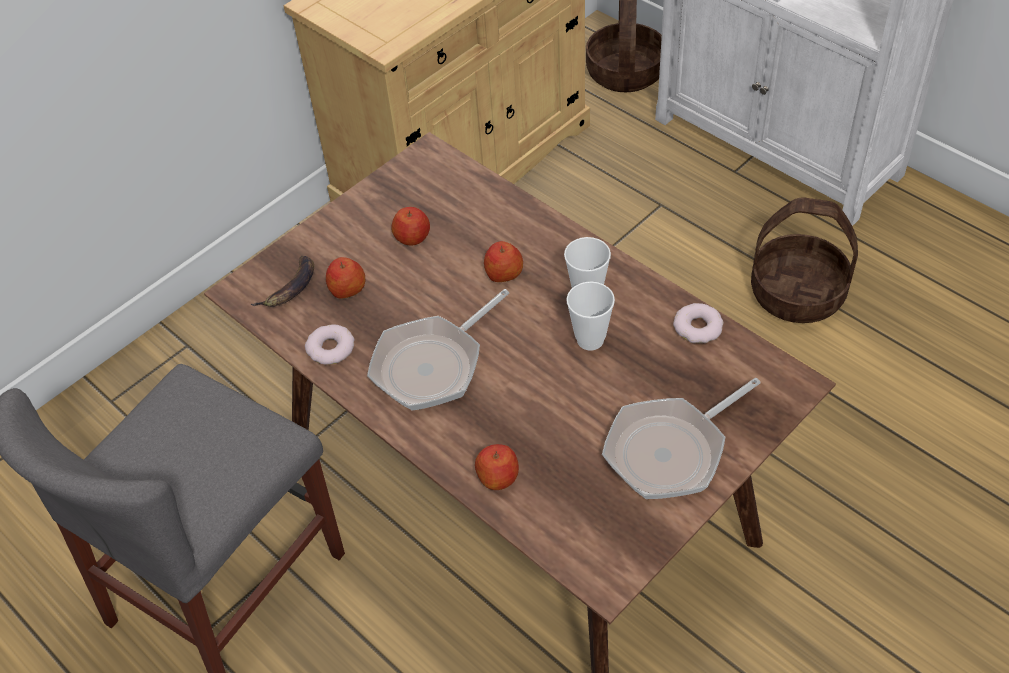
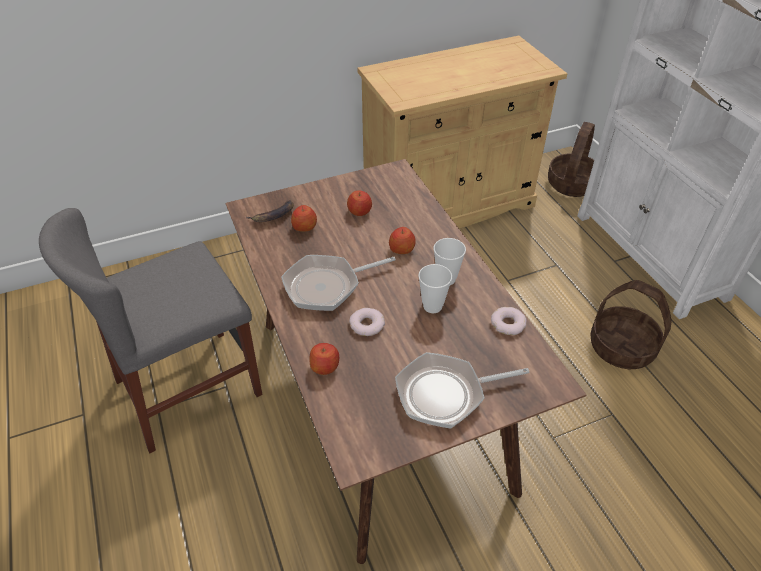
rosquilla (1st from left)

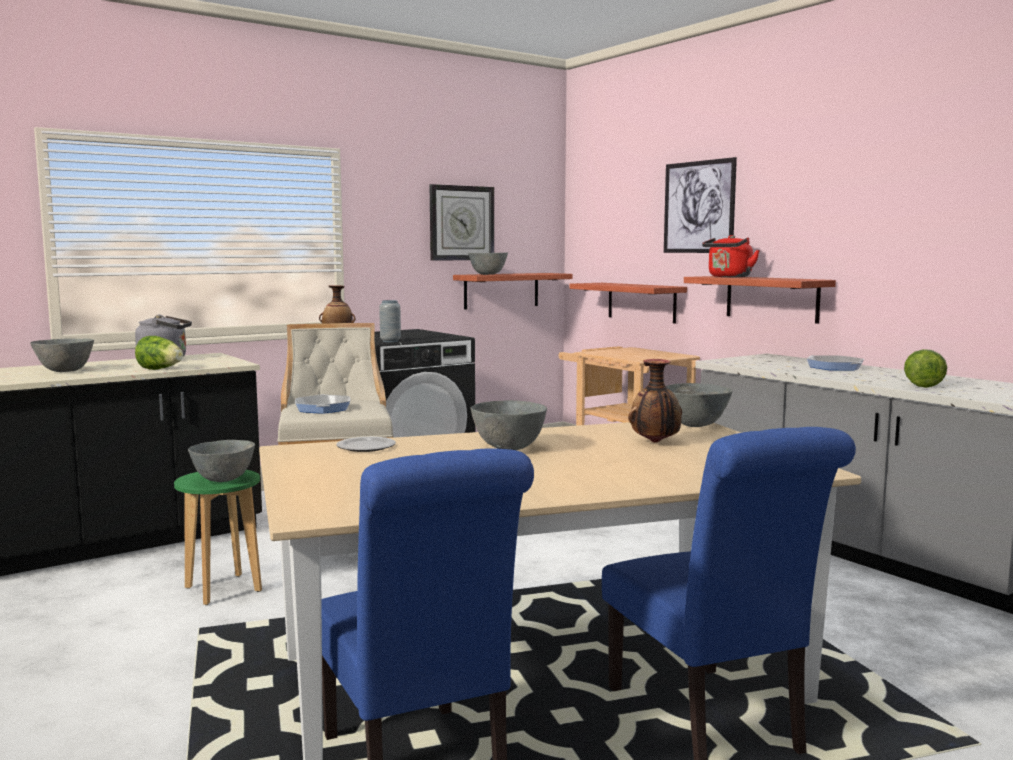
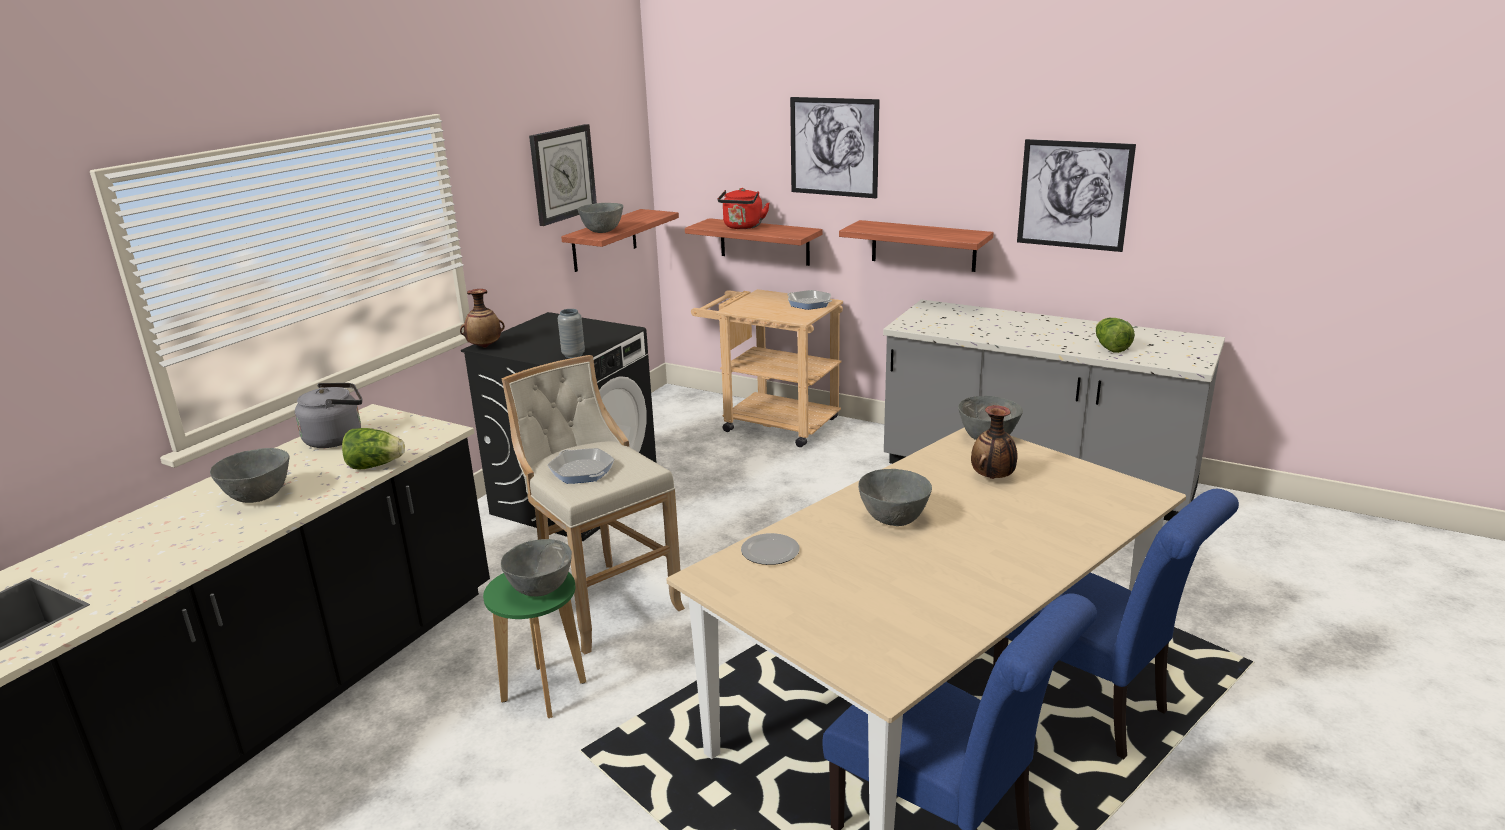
hervidor (rojo)
sartén (2nd from left)
cuadro (2nd from left)

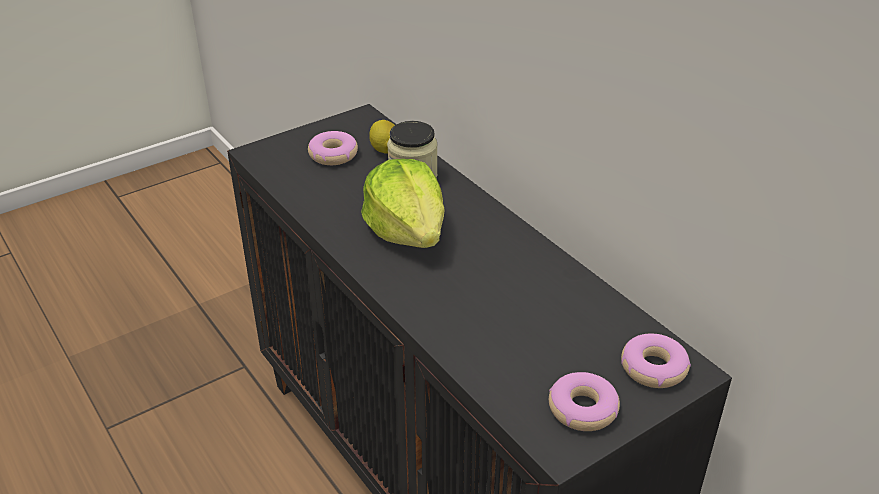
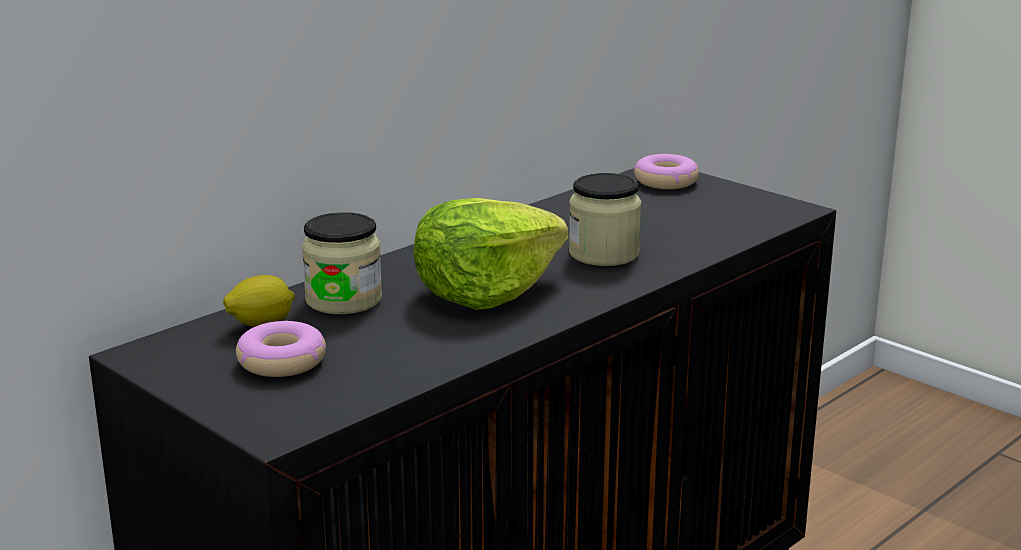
rosquilla (2nd from left in the first image)
tarro (2nd from left)

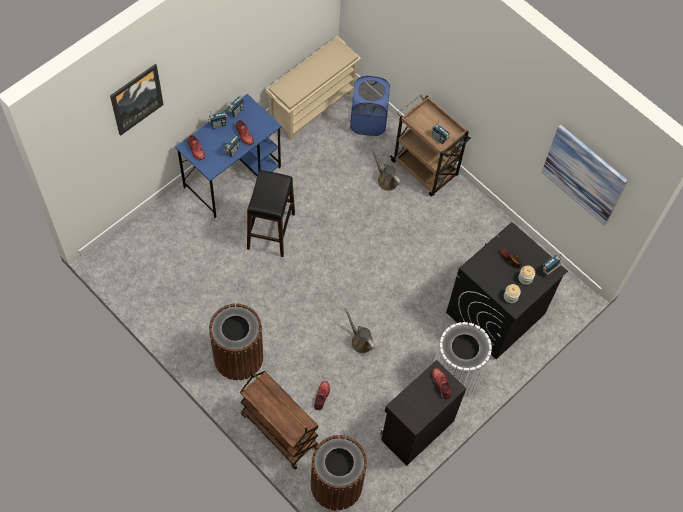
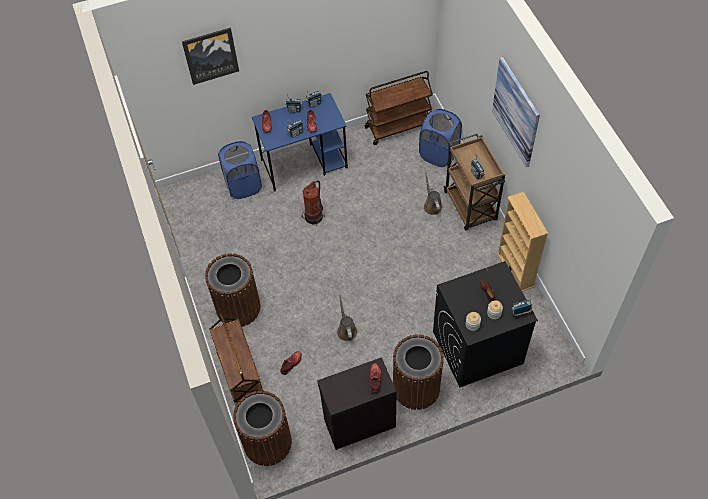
extintor
carrito (marrón) (2nd from left)
papelera (marrón) (3rd from left)
cuadro (2nd from left)
cesto de la ropa (azul) (1st from left)
estantería (beis)

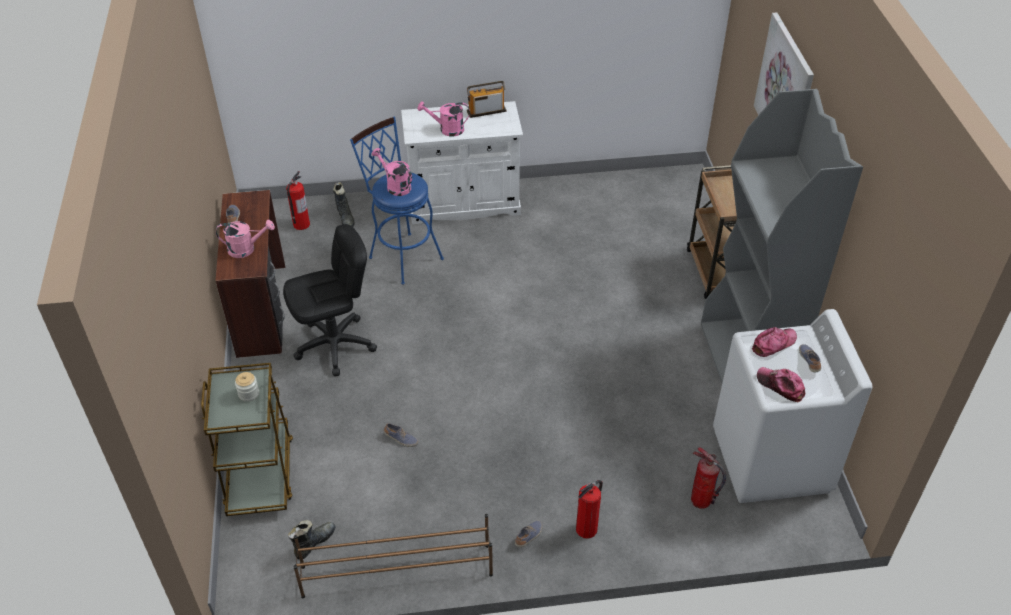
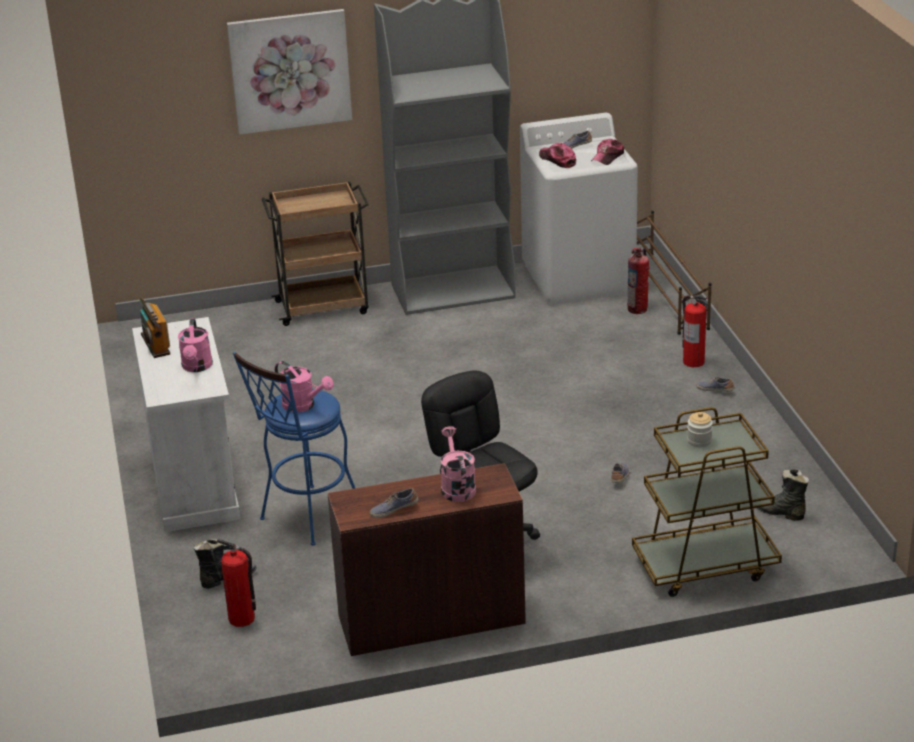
zapatero (marrón)
regadera (rosa) (2nd from left)

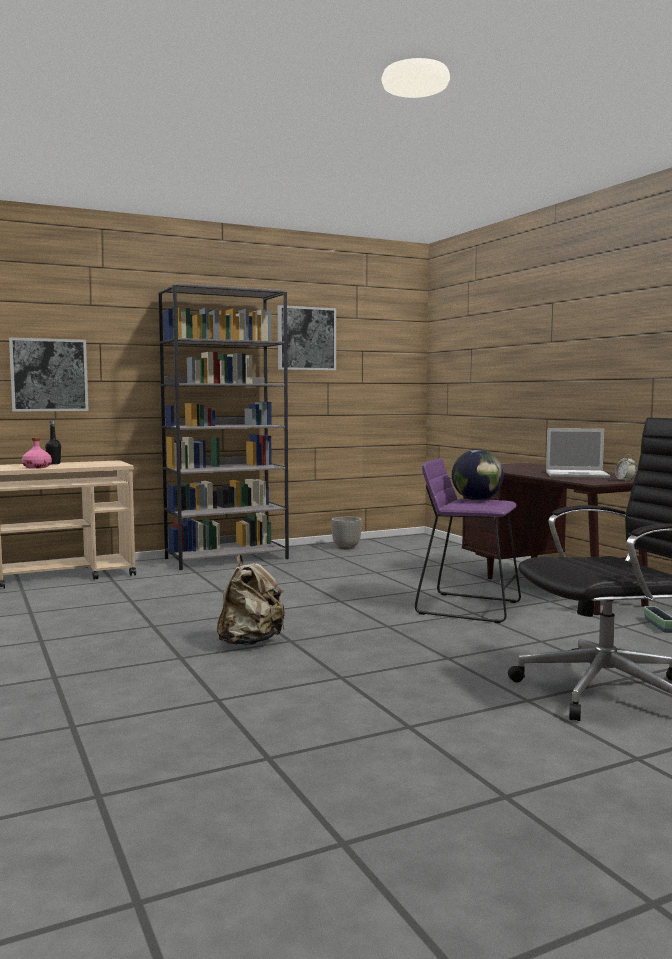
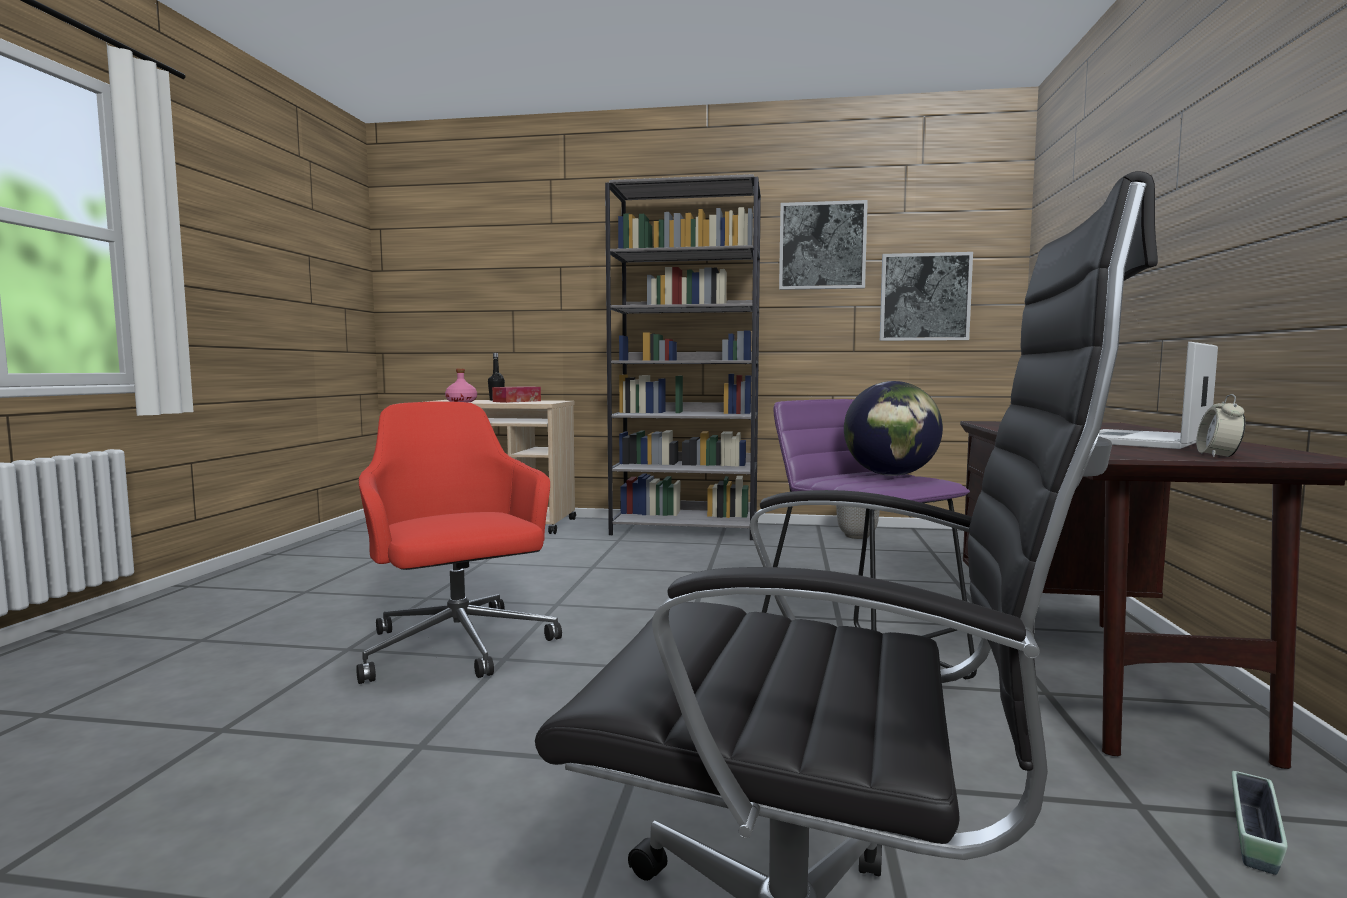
cuadro (2nd from left)
silla de oficina (rojo)
portátil
caja de pañuelos

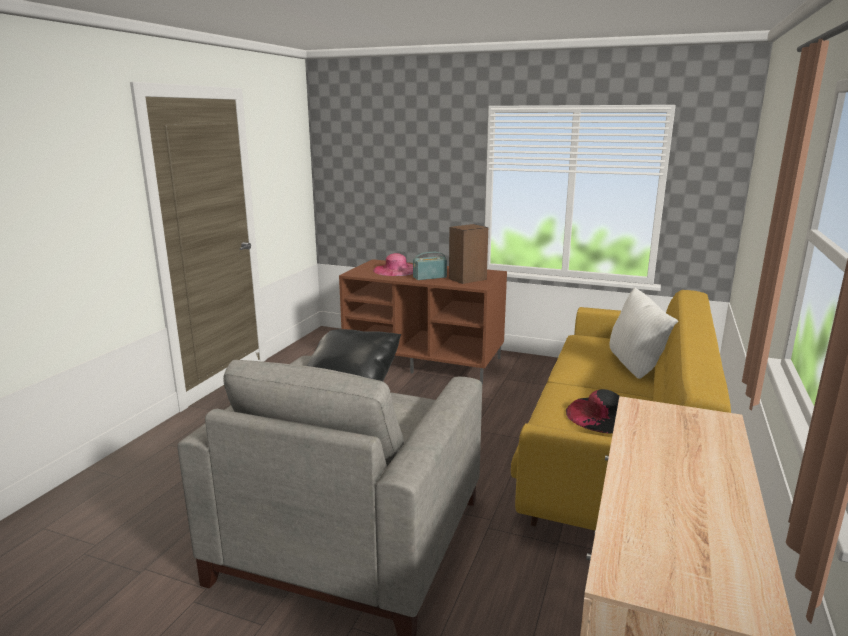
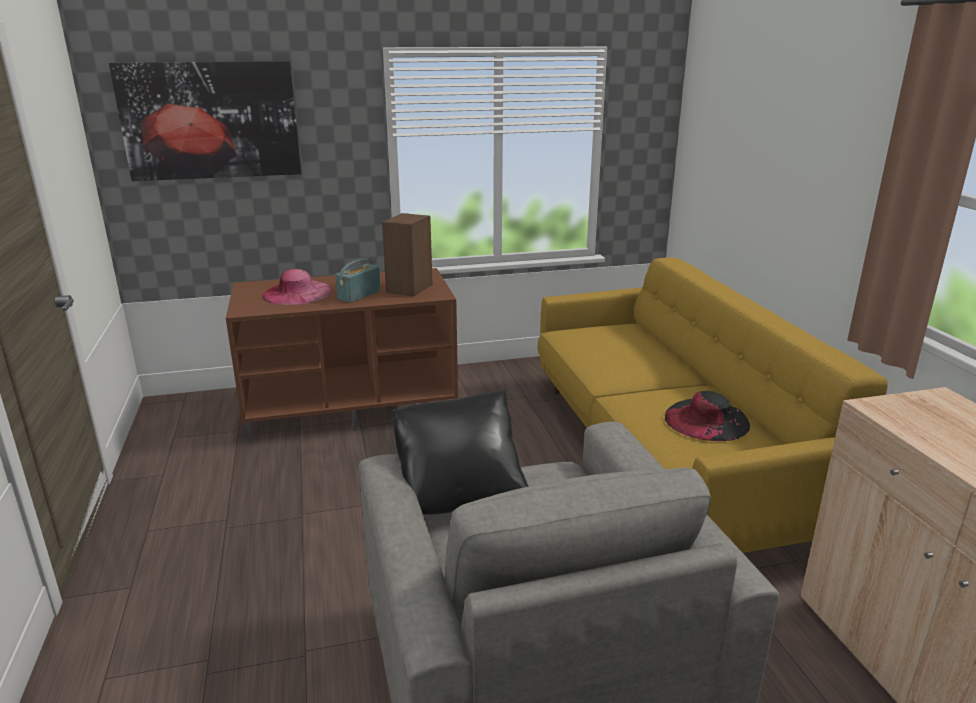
cojín (blanco)
cuadro

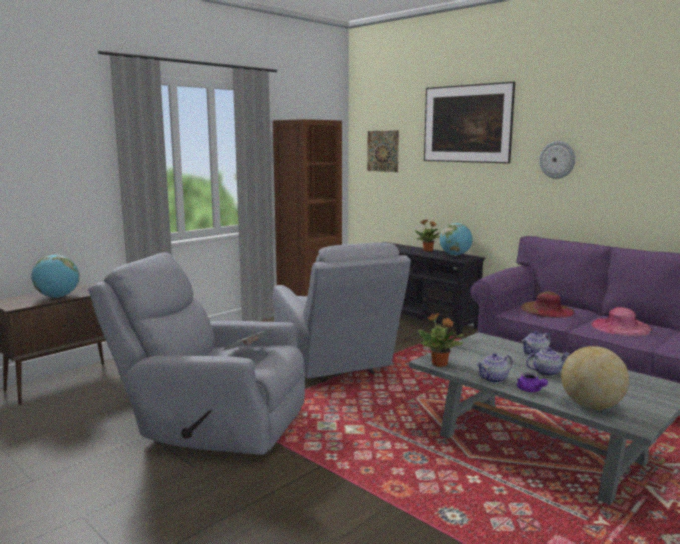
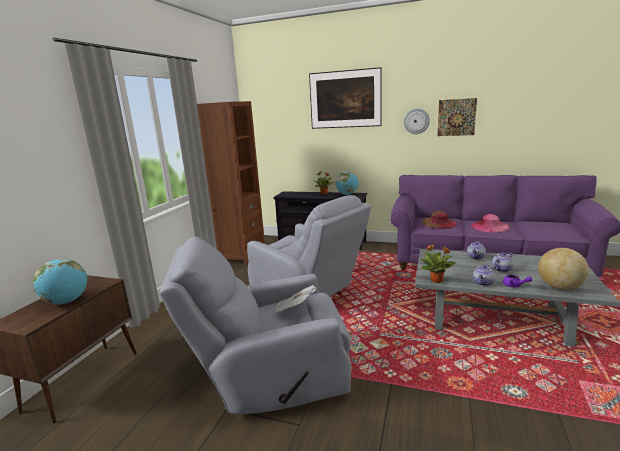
cuadro (2nd from left)

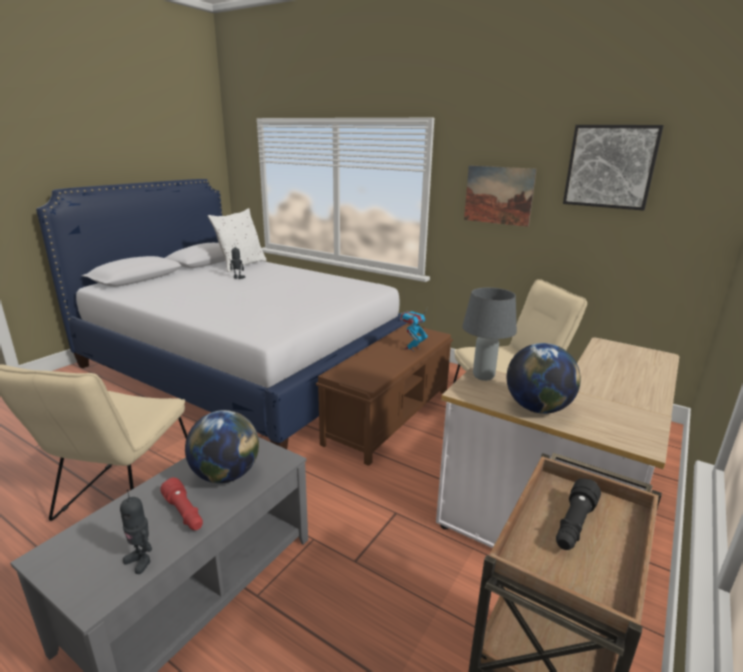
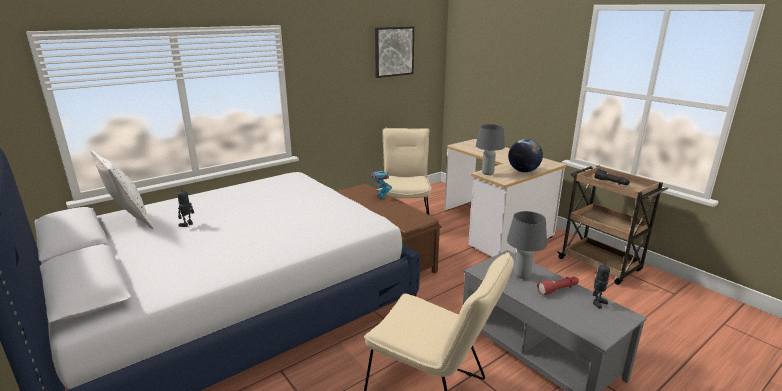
lámpara de mesa (gris) (2nd from left)
cuadro (1st from left in the first image)

